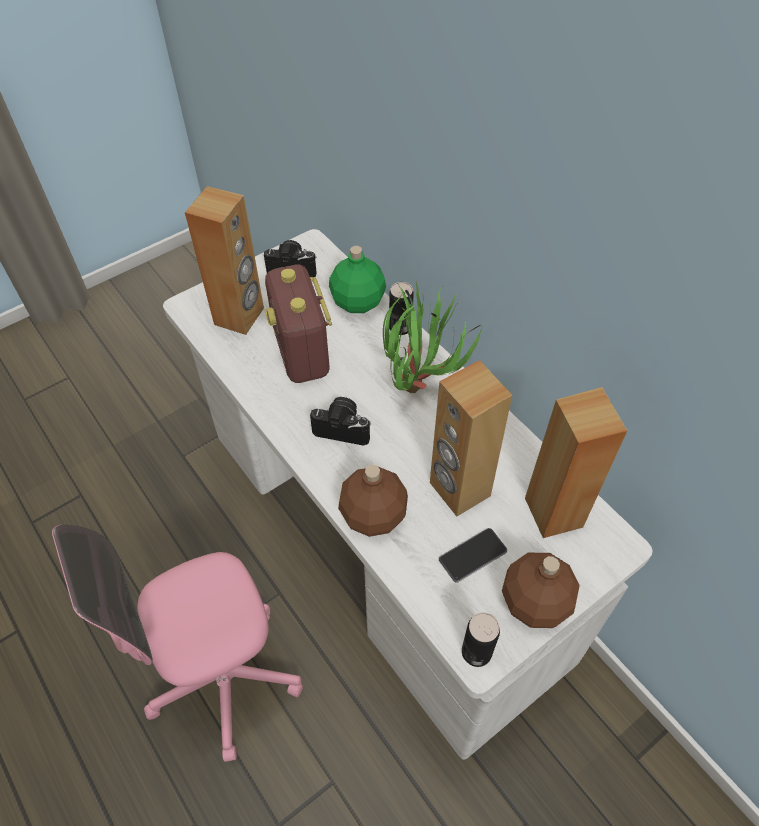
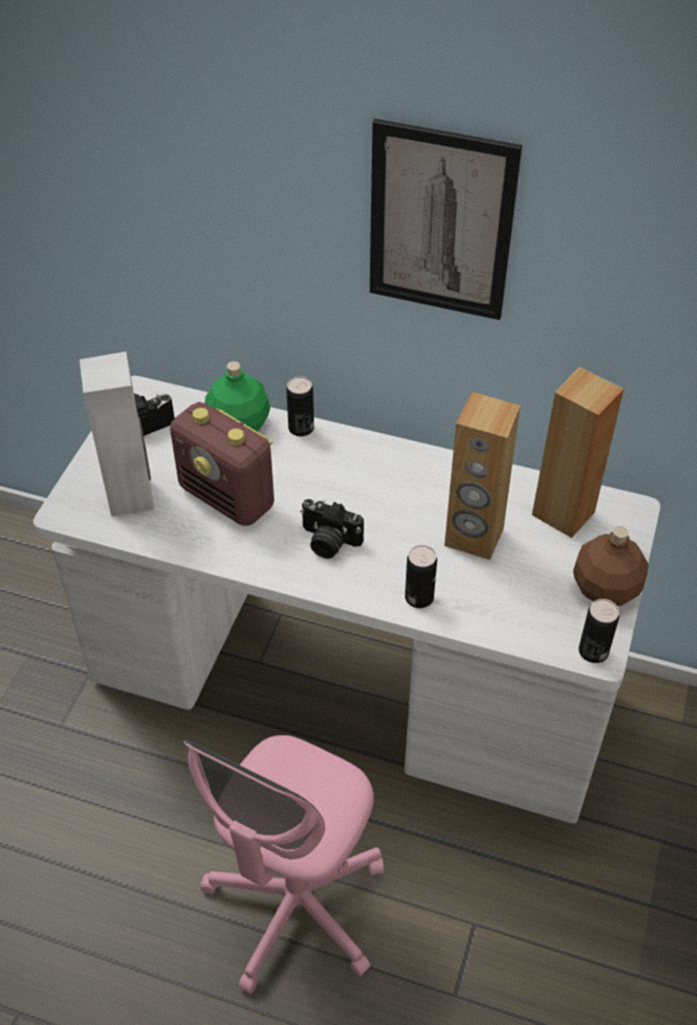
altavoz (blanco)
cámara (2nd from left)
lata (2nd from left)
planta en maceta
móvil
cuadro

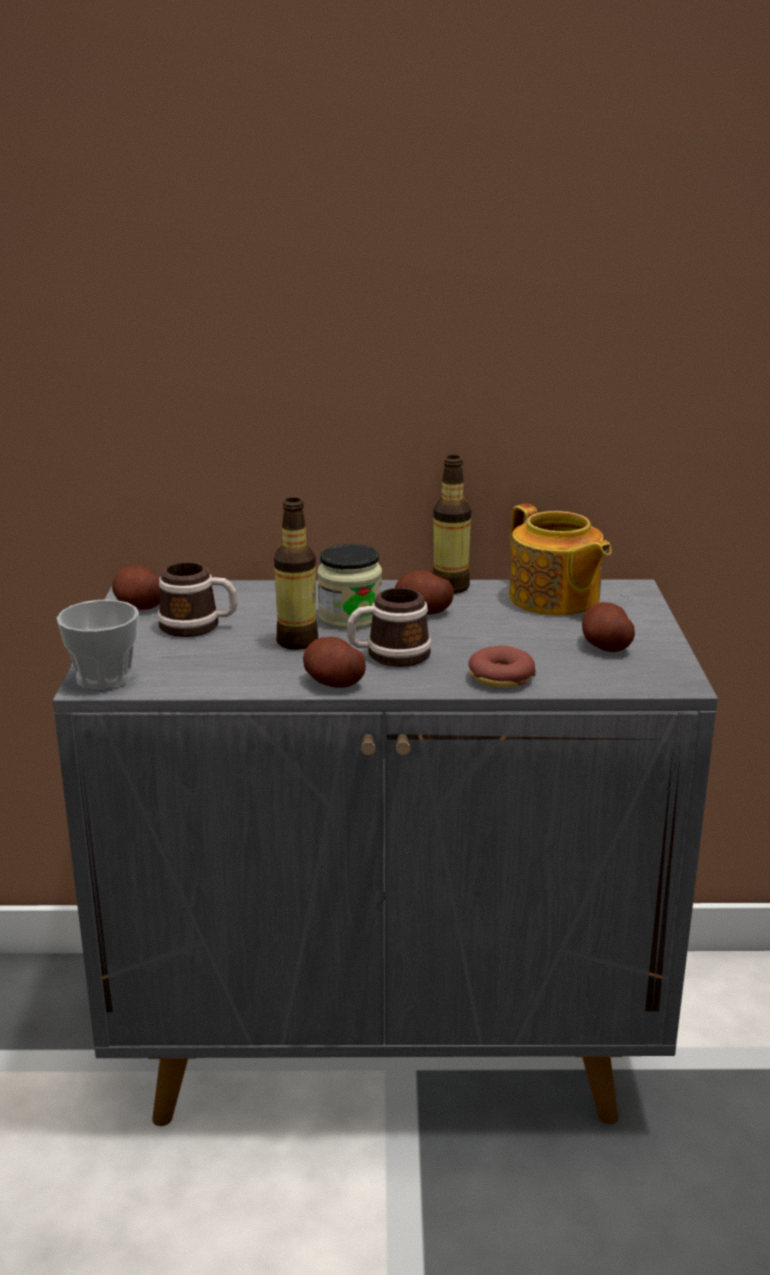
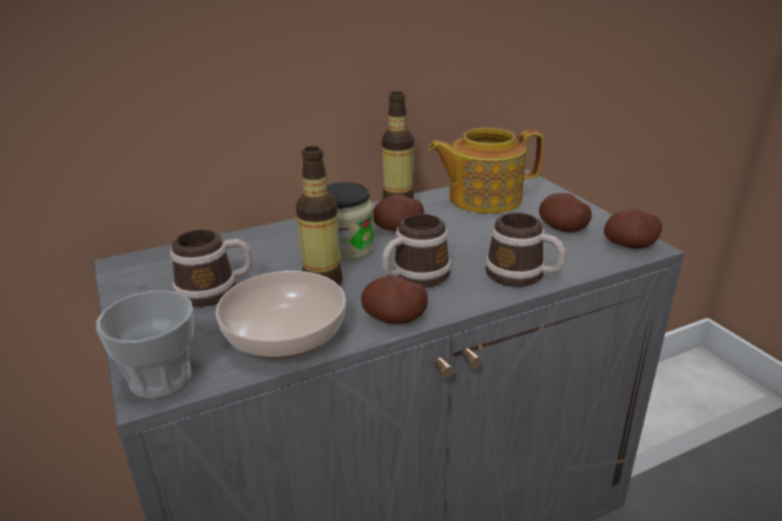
patata (4th from left)
taza grande (3rd from left)
tetera
cuenco

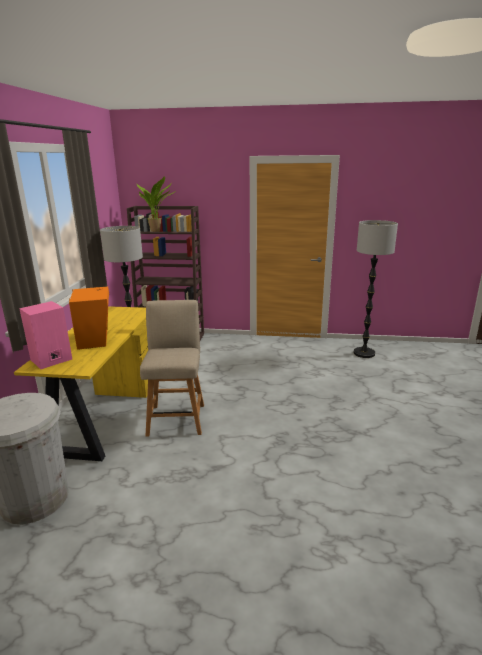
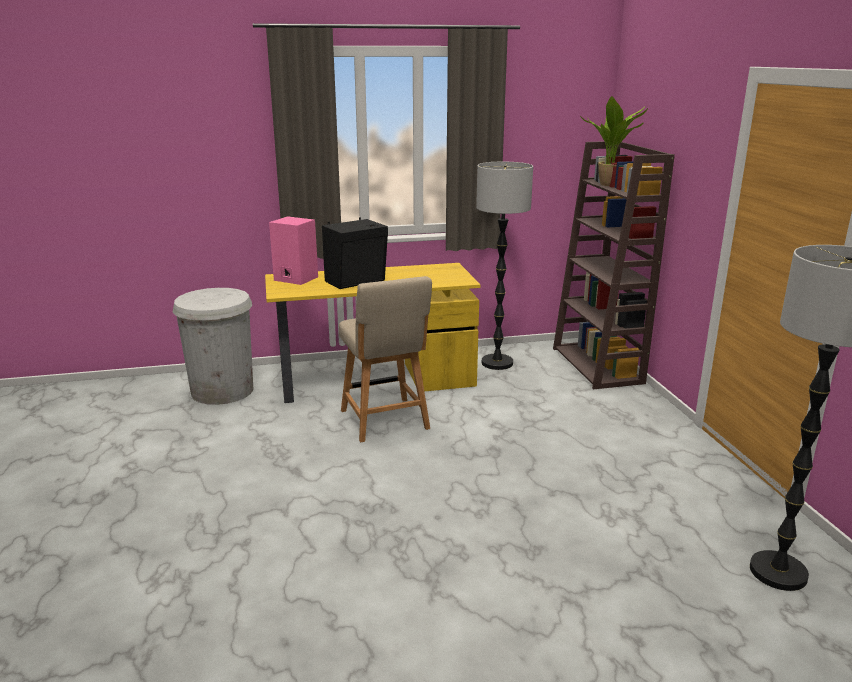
altavoz (negro)
silla (beis)

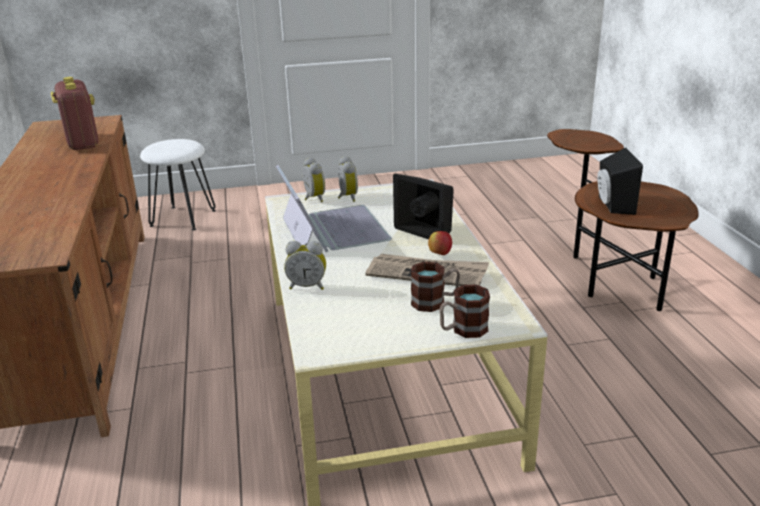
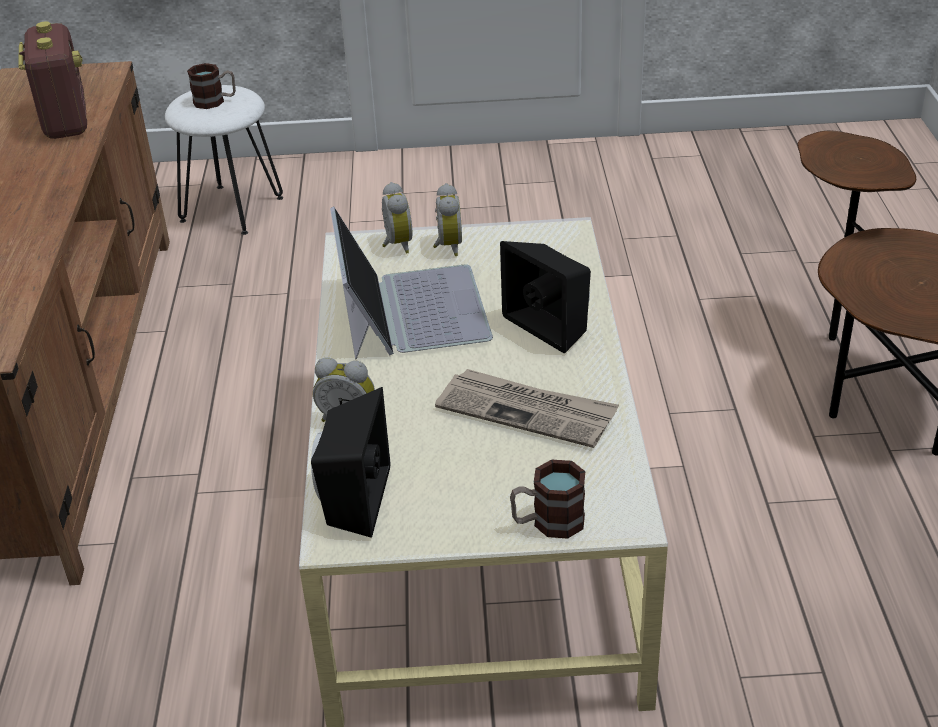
taza grande (1st from left)
manzana
altavoz (negro) (1st from left)

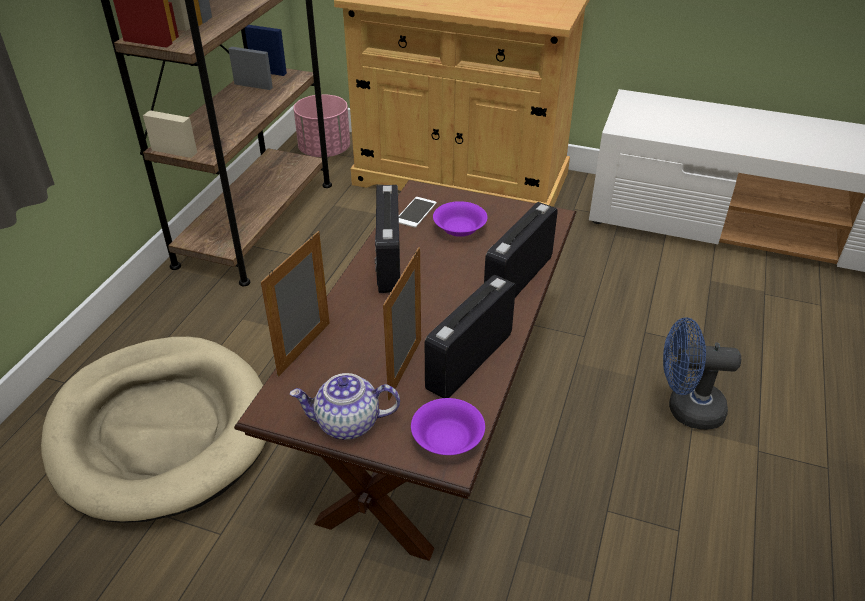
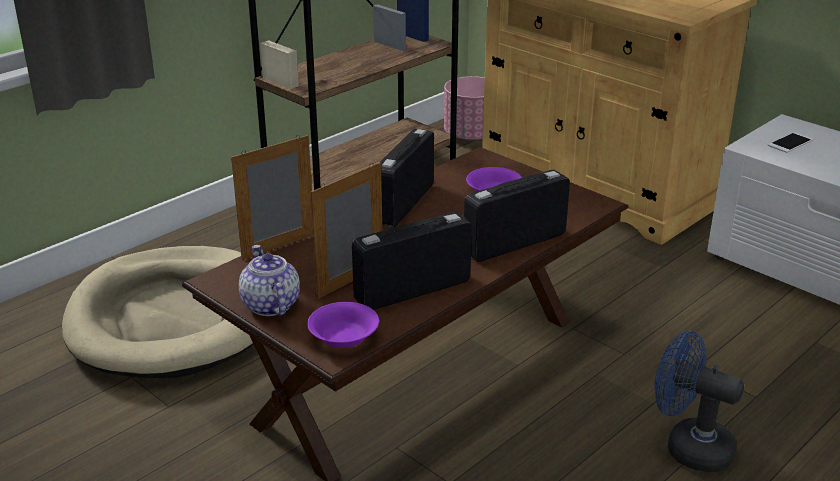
tetera
móvil

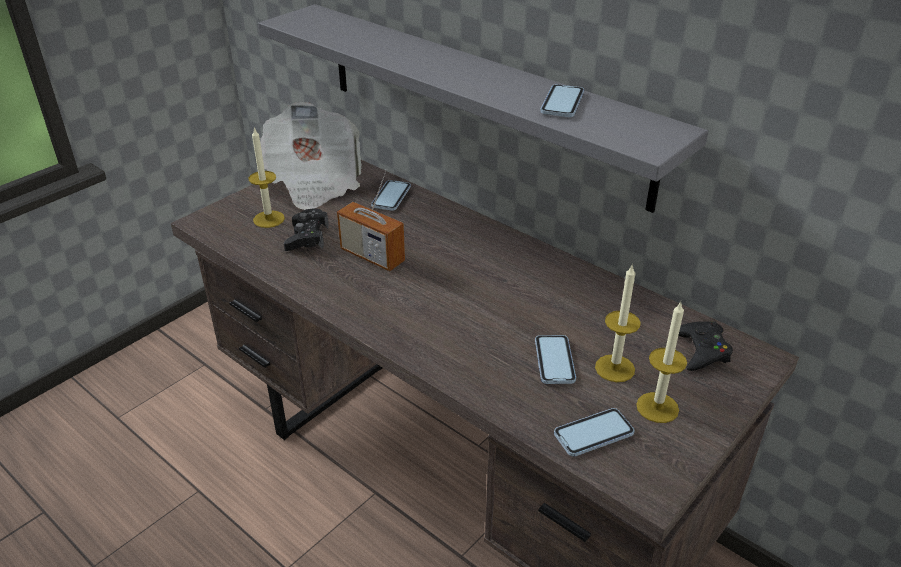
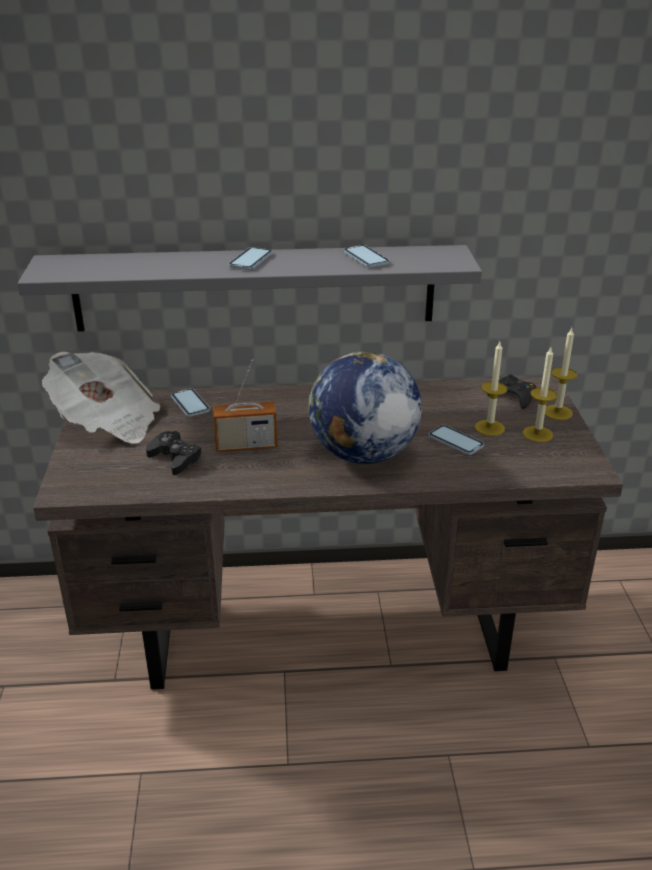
vela (3rd from left)
móvil (2nd from left)
globo terráqueo

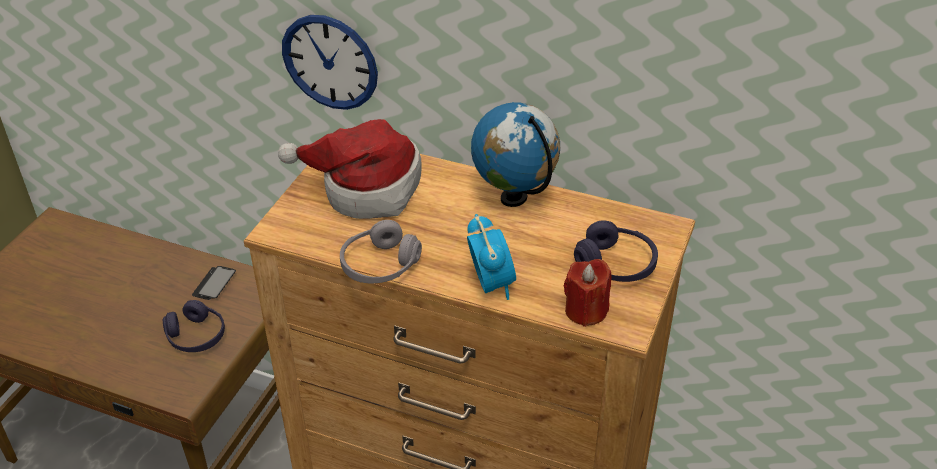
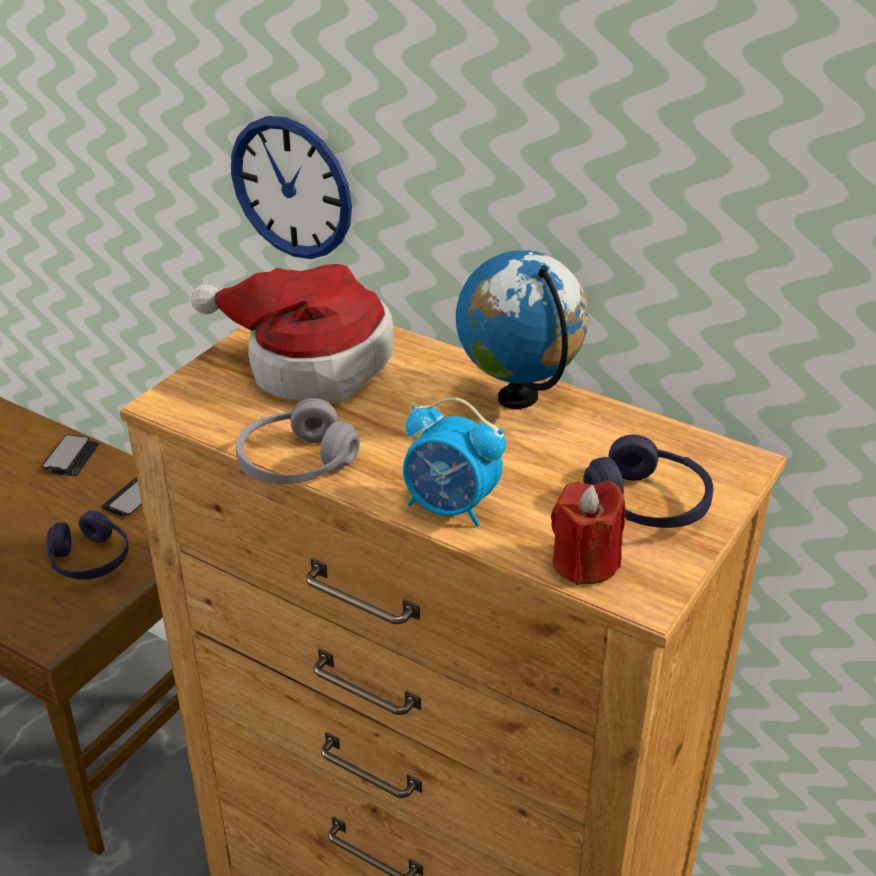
despertador
móvil (1st from left)

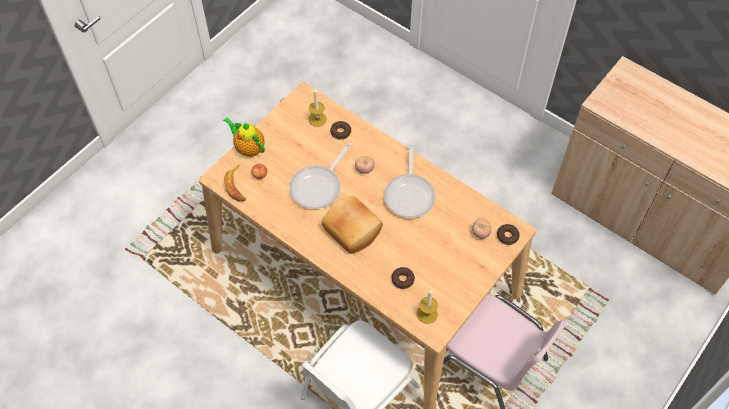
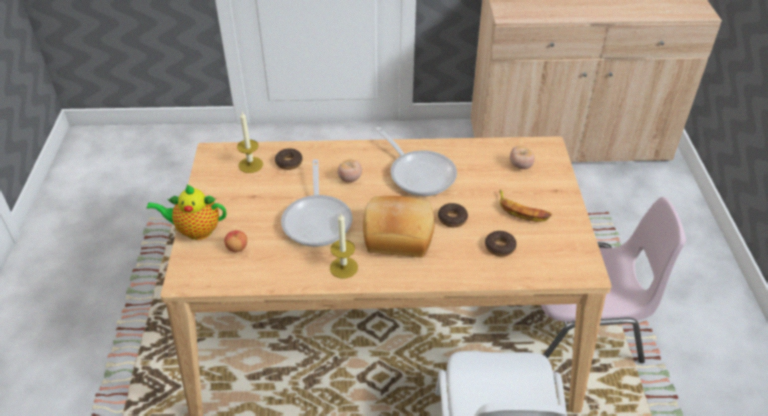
plátano
vela (2nd from left)
rosquilla (2nd from left)

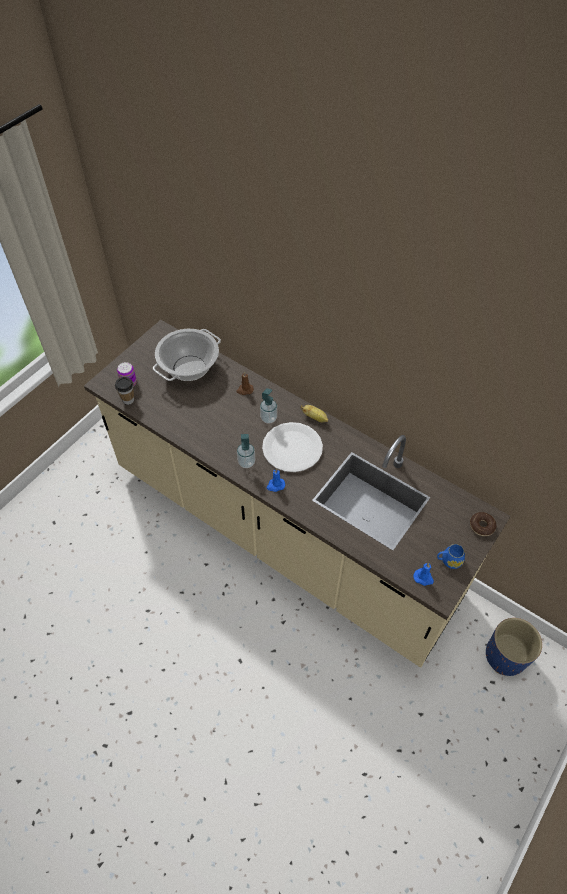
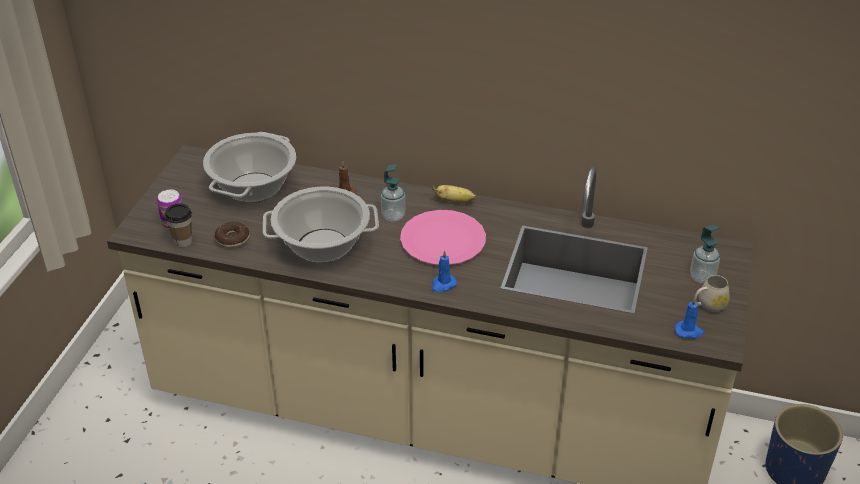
dispensador de jabón (2nd from left)
plato (rosa)
taza grande (blanco)
rosquilla
olla (2nd from left)

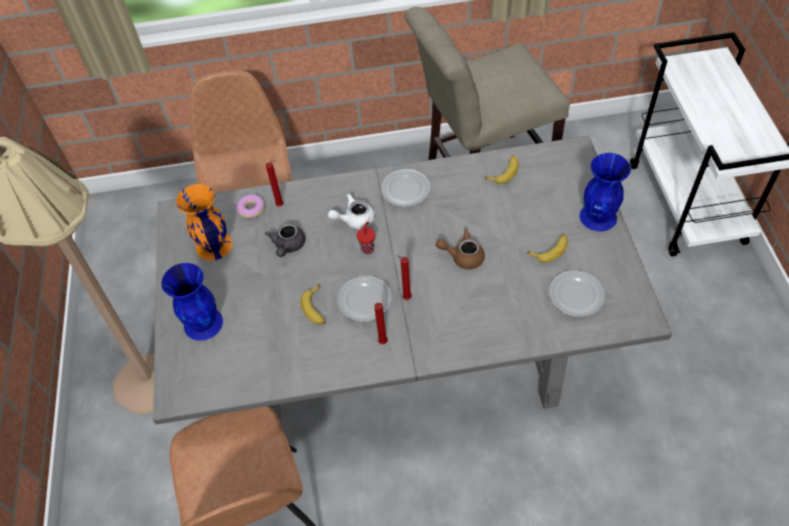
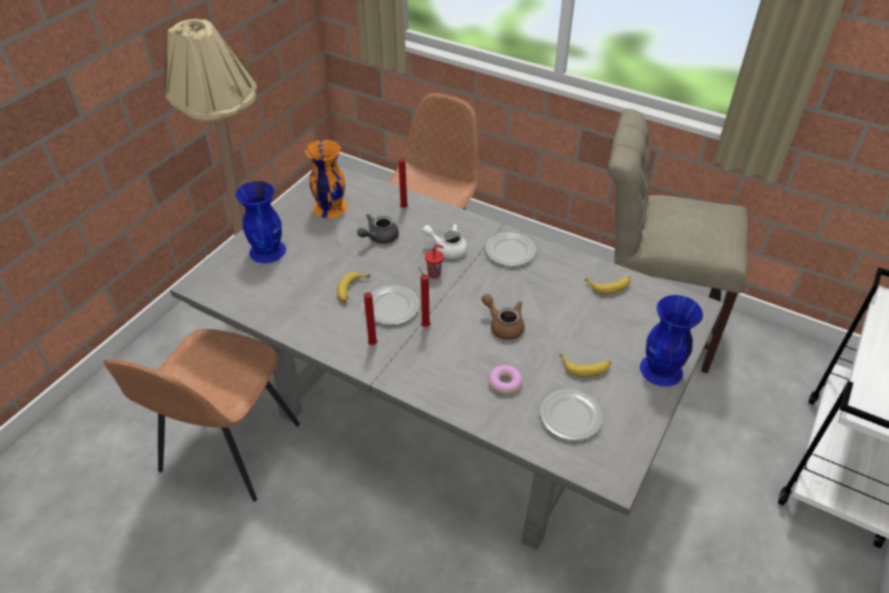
rosquilla

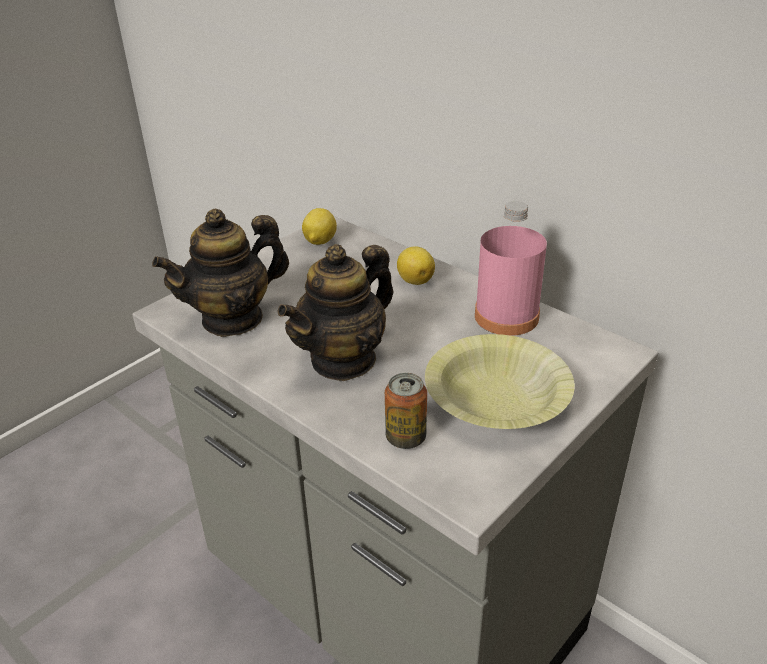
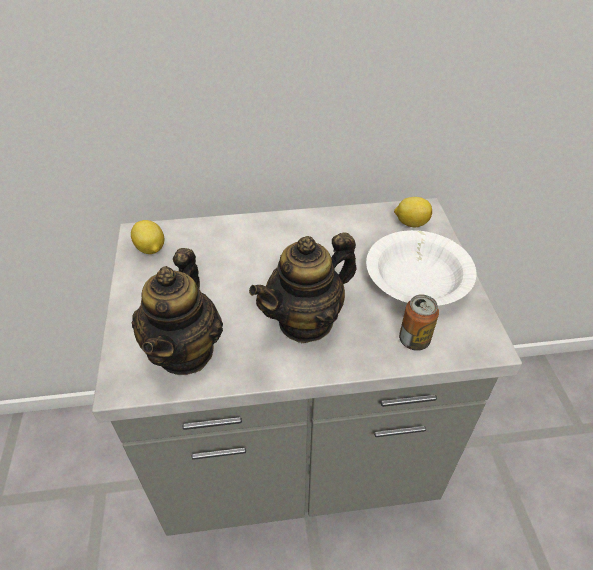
tetera (2nd from left)
limón (2nd from left)
cuenco (blanco)
botella (rosa)

